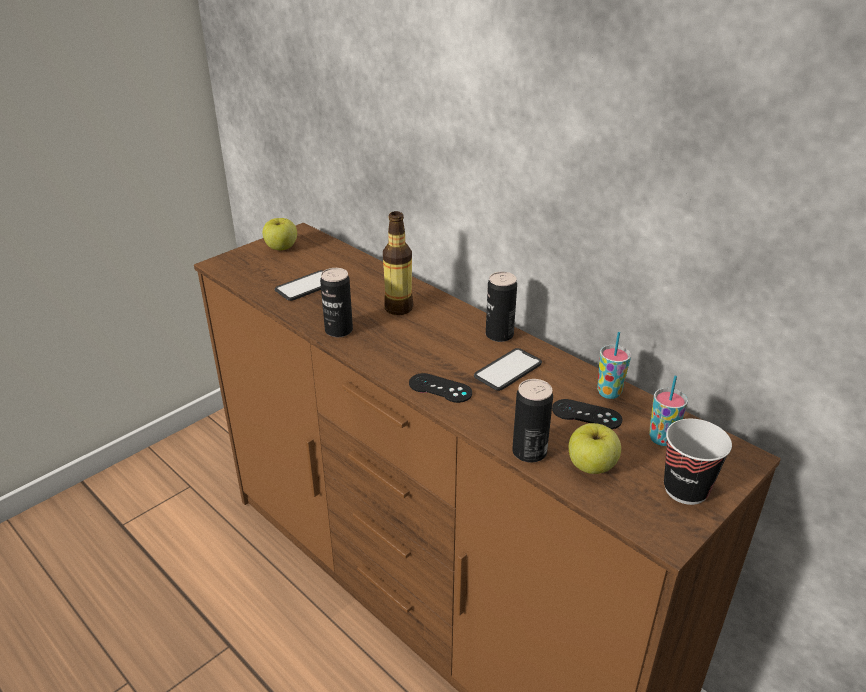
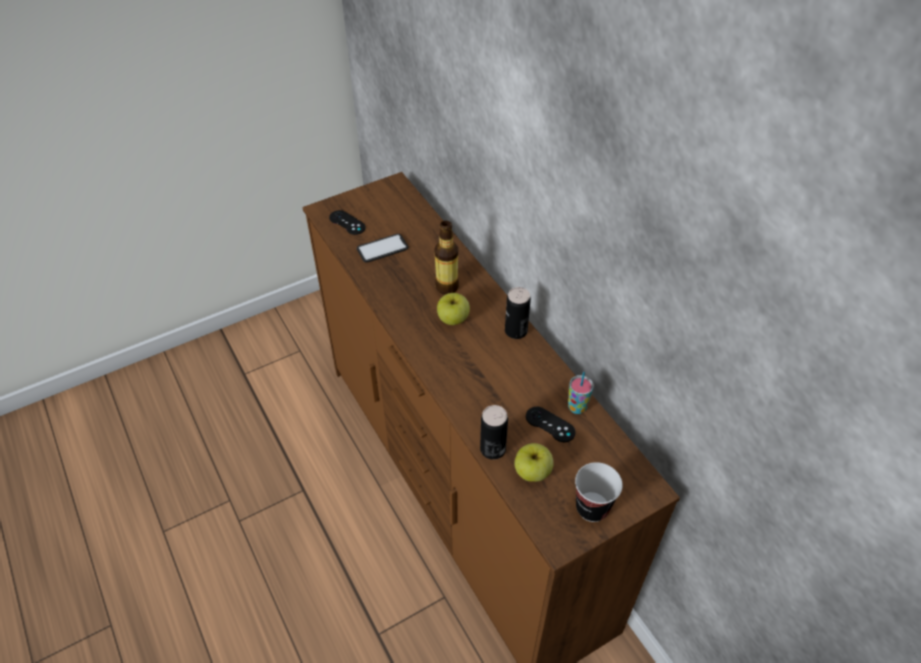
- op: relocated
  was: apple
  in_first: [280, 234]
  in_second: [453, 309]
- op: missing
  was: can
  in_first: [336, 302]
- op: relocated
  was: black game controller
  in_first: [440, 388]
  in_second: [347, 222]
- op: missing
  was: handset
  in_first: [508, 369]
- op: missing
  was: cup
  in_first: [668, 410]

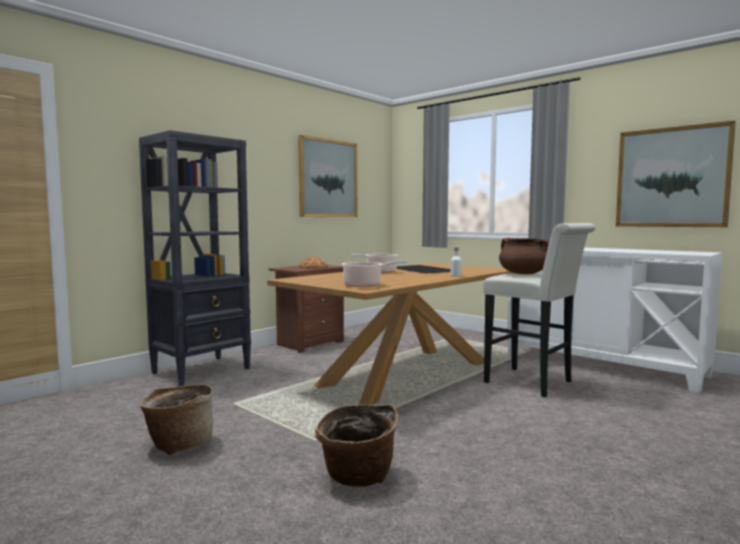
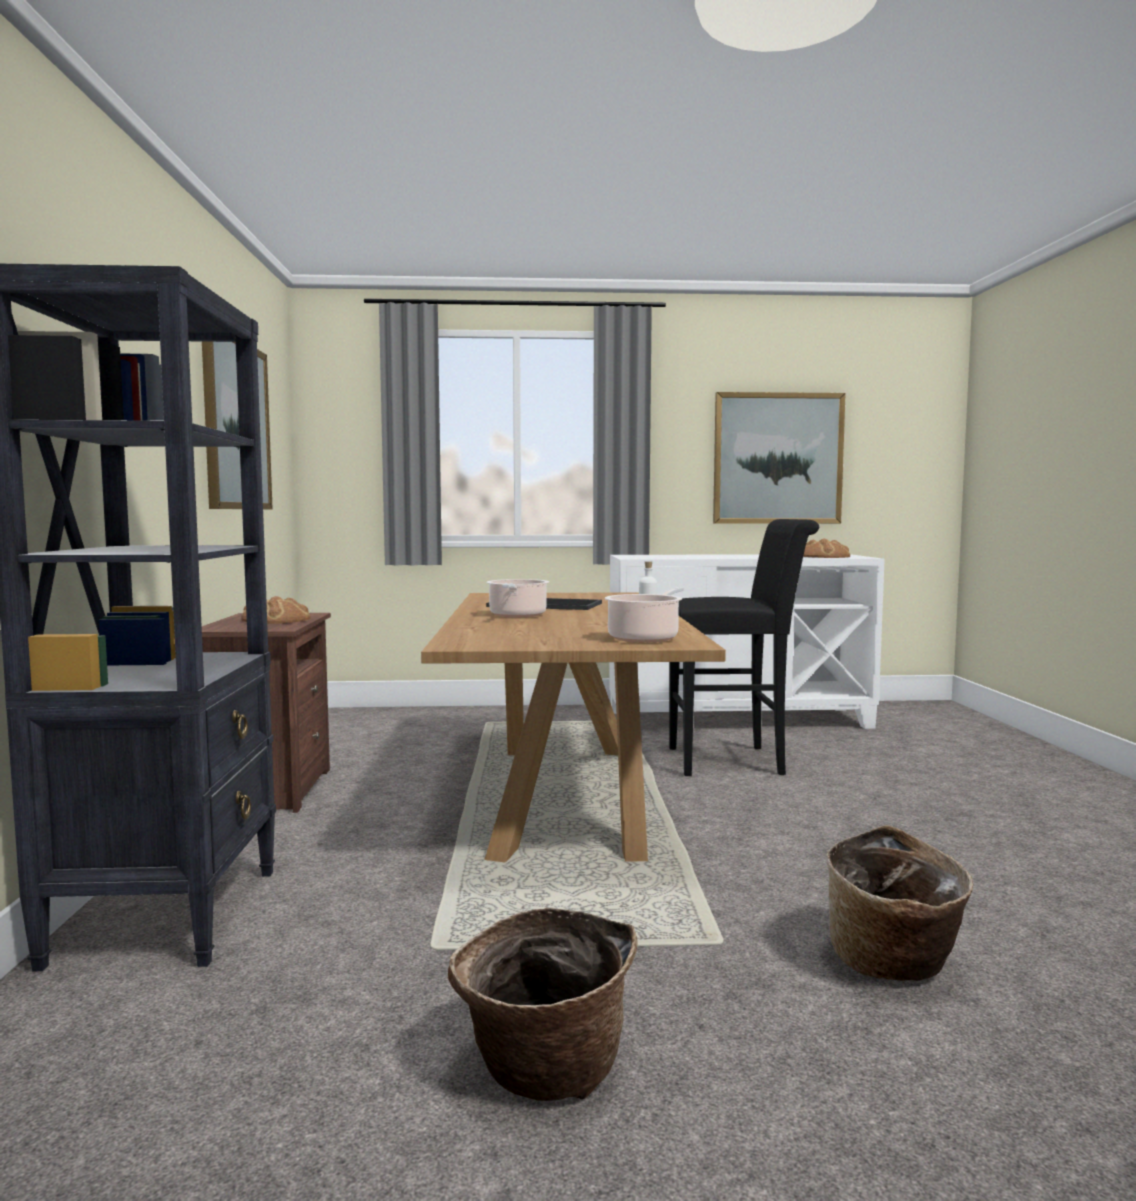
- op: colour
  was: whitish sitting stool
  now: black sitting stool
  in_first: [539, 310]
  in_second: [744, 647]
- op: missing
  was: brown saucepot
  in_first: [524, 256]
- op: appeared
  now: bakery bread
  in_second: [826, 548]

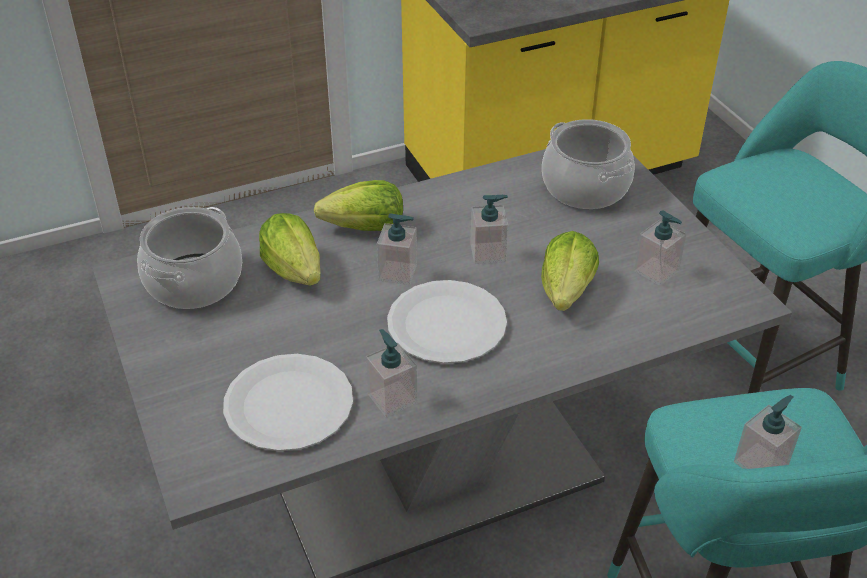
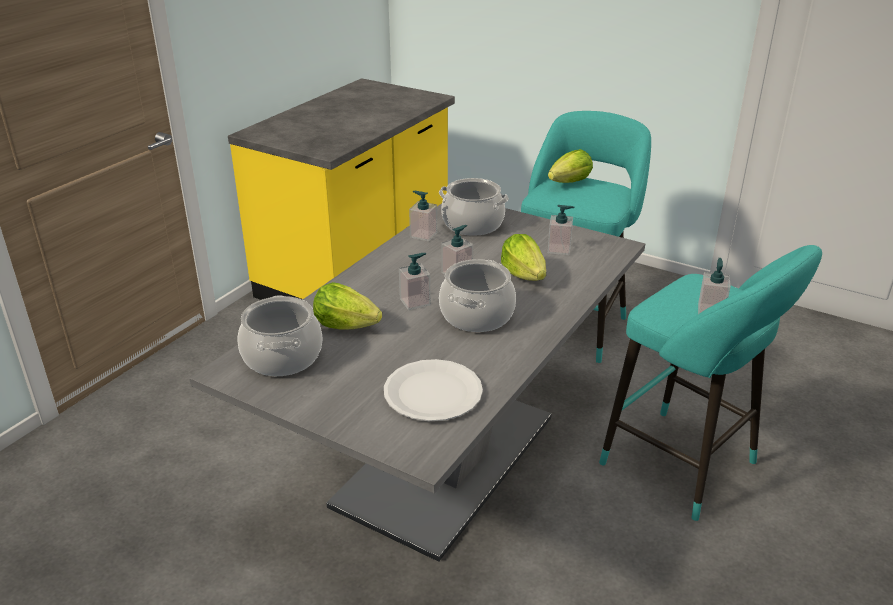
- op: relocated
  was: lettuce head
  in_first: [358, 205]
  in_second: [570, 166]
- op: relocated
  was: soap dispenser
  in_first: [391, 373]
  in_second: [423, 216]
- op: exchanged
  was: whitish plate
  now: saucepot
  in_first: [447, 322]
  in_second: [477, 295]

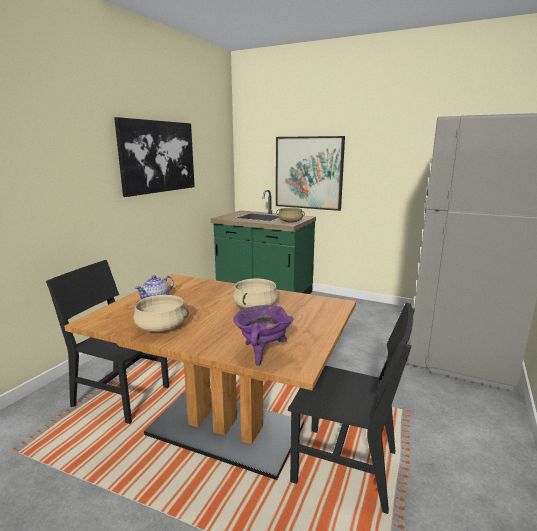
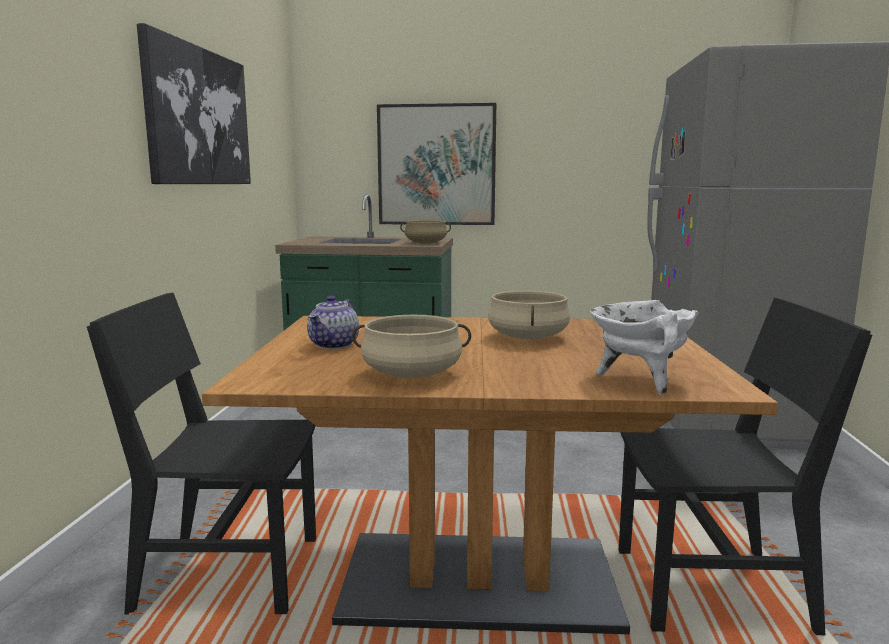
- op: colour
  was: purplish saucepot
  now: whitish saucepot
  in_first: [263, 335]
  in_second: [644, 347]

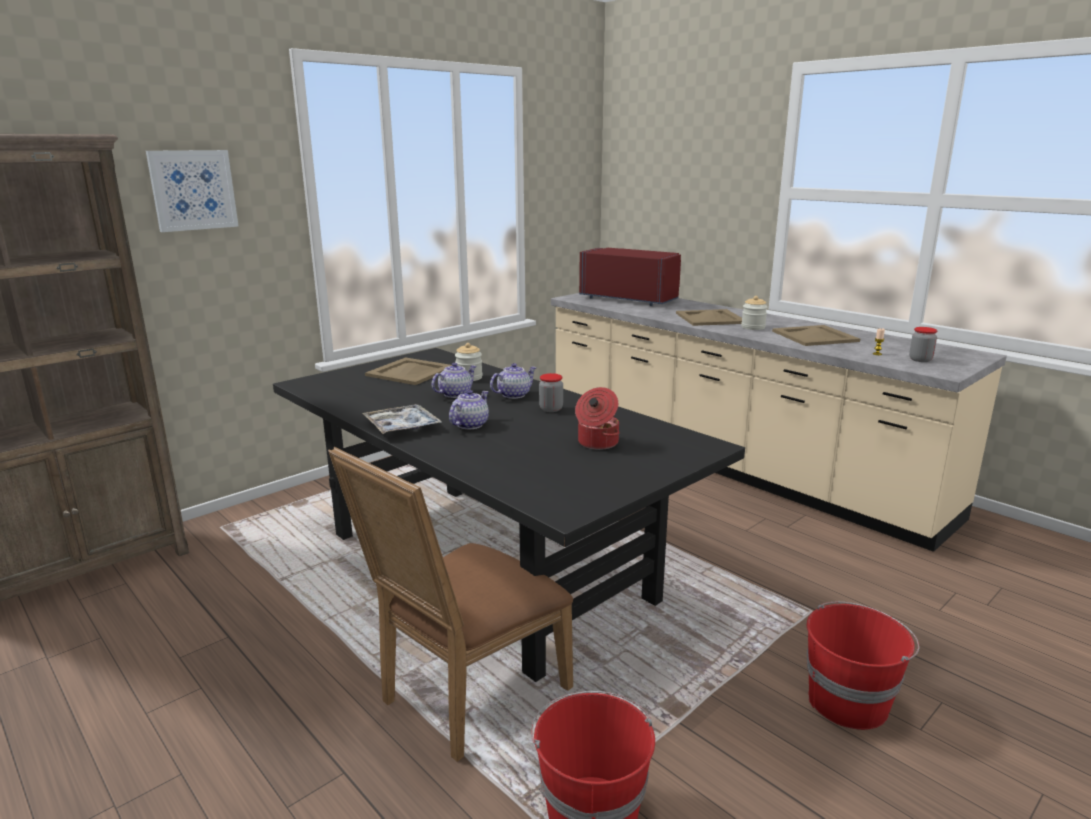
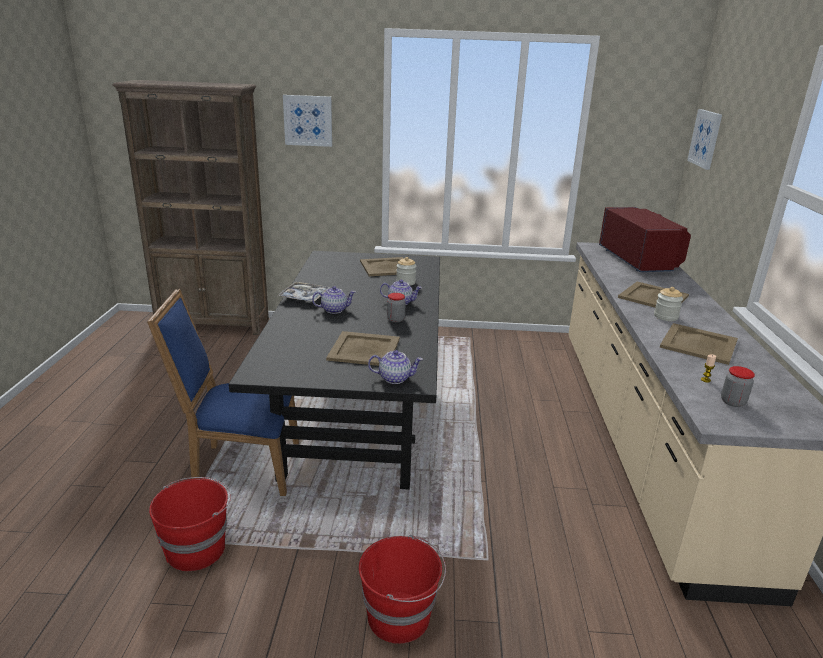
- op: colour
  was: brown upright chair
  now: blue-coloured upright chair
  in_first: [450, 604]
  in_second: [223, 392]
- op: relocated
  was: teapot
  in_first: [454, 380]
  in_second: [395, 367]
- op: exchanged
  was: saucepot
  now: beige tray
  in_first: [597, 418]
  in_second: [363, 348]
- op: appeared
  now: wall picture
  in_second: [704, 139]

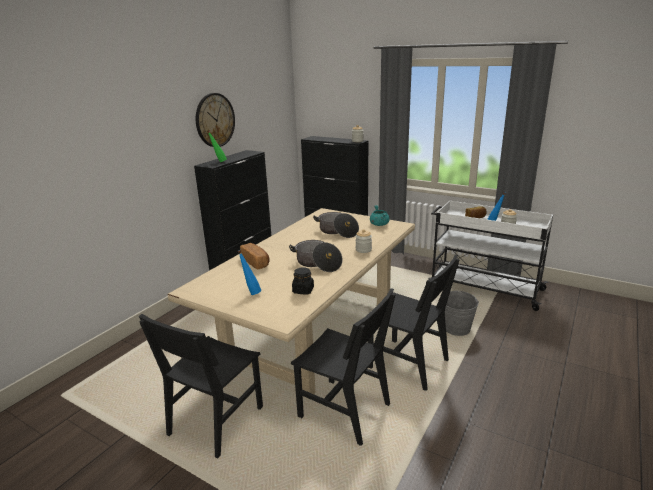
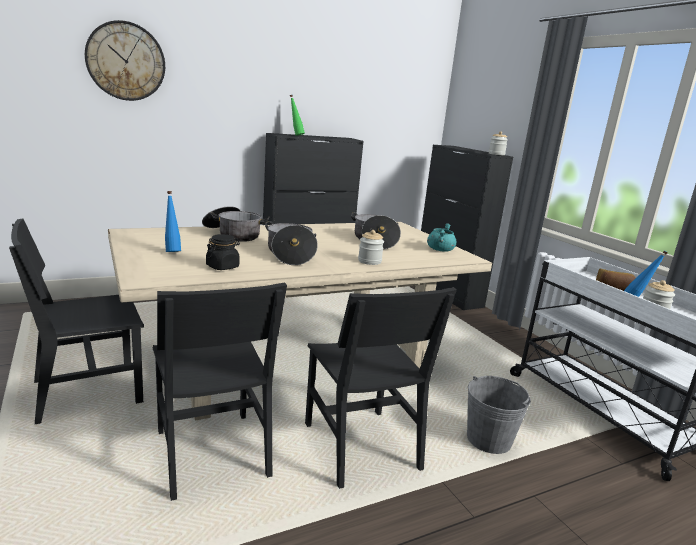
- op: relocated
  was: clock on the wall
  in_first: [215, 120]
  in_second: [125, 60]
- op: exchanged
  was: bakery bread
  now: saucepot
  in_first: [255, 256]
  in_second: [236, 224]

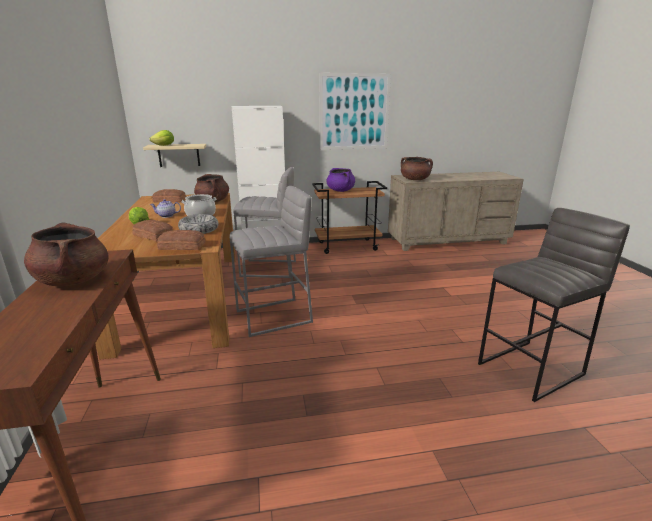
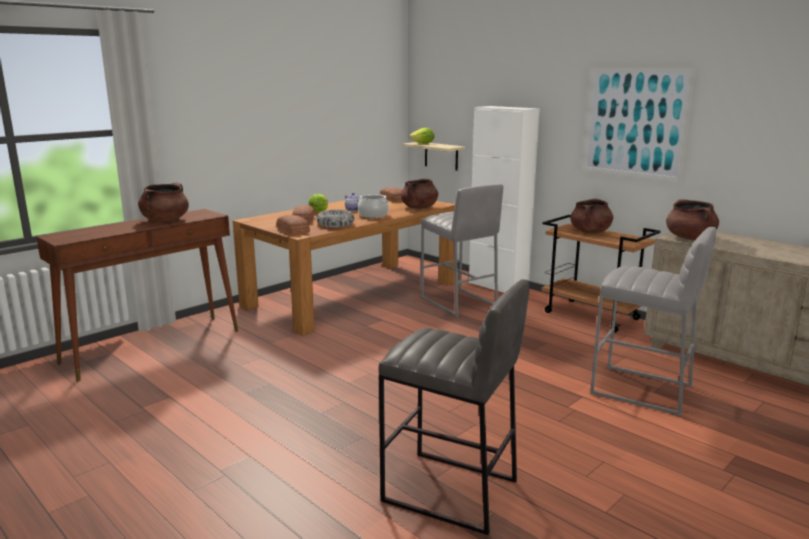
- op: relocated
  was: gray sitting stool
  in_first: [271, 261]
  in_second: [653, 321]
- op: colour
  was: purplish saucepot
  now: brown saucepot
  in_first: [341, 180]
  in_second: [591, 216]

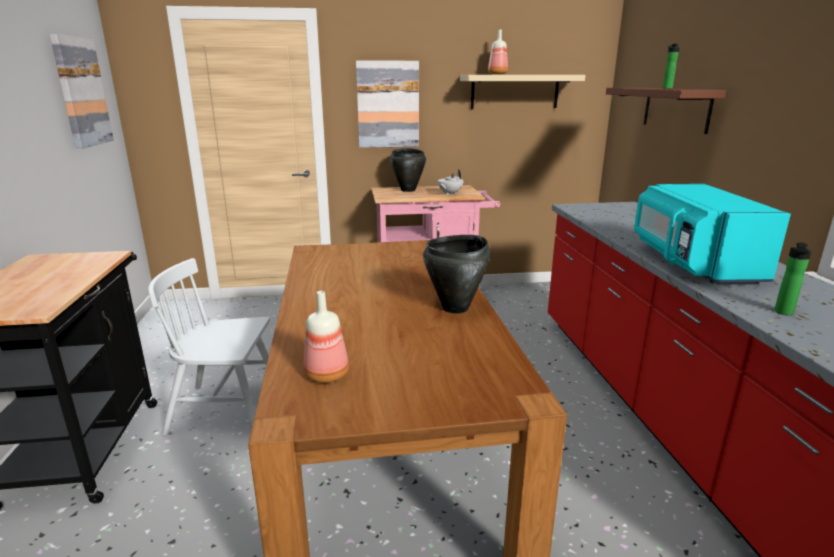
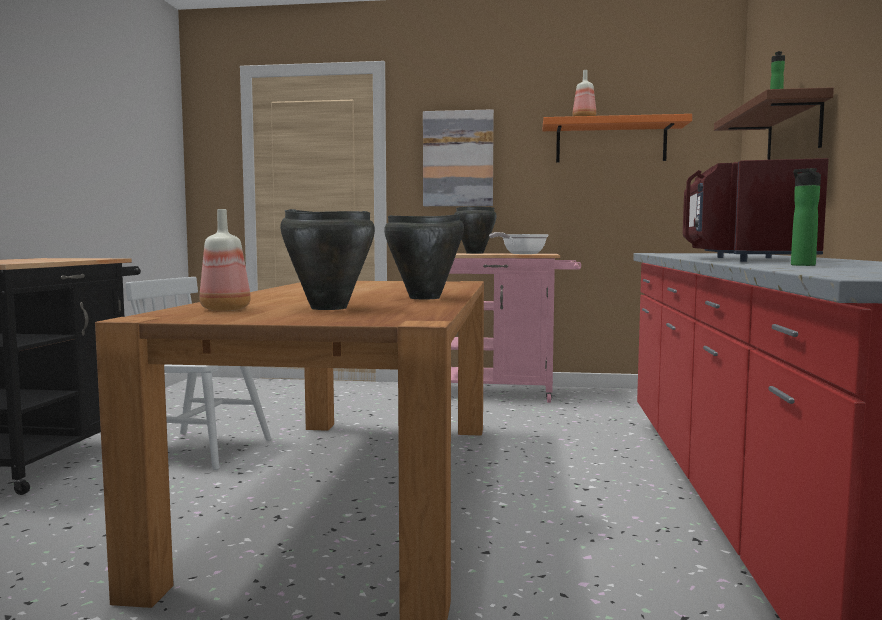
- op: missing
  was: wall picture
  in_first: [82, 91]
- op: exchanged
  was: whitish teapot
  now: frying pan
  in_first: [451, 182]
  in_second: [519, 243]
- op: colour
  was: beige bracket shelf
  now: orangey bracket shelf
  in_first: [522, 92]
  in_second: [617, 138]
- op: colour
  was: blue-green microwave oven
  now: red microwave oven
  in_first: [712, 233]
  in_second: [755, 210]
- op: appeared
  now: black saucepot
  in_second: [327, 259]

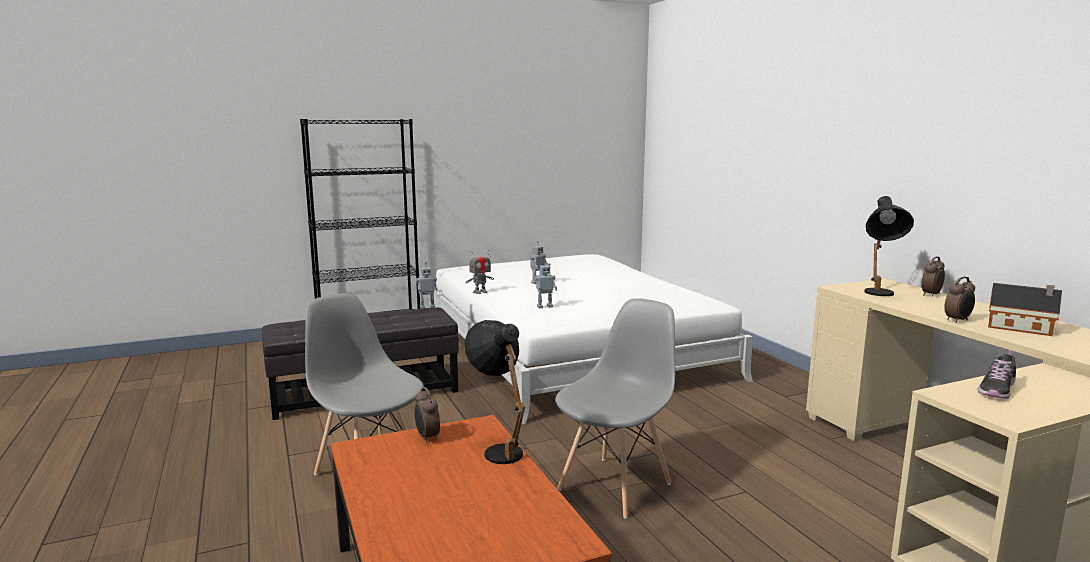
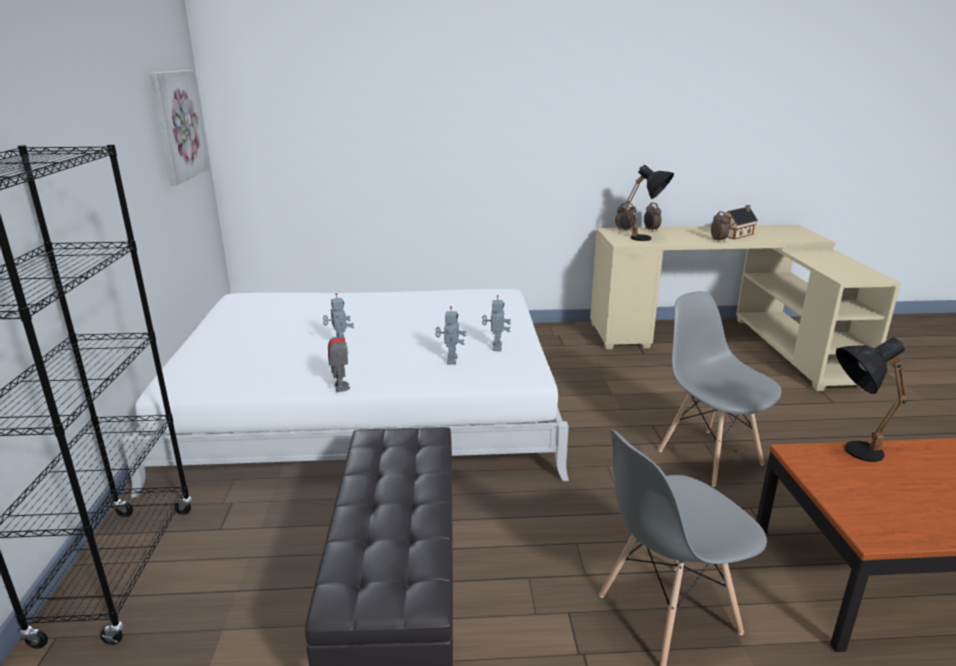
- op: relocated
  was: table clock
  in_first: [427, 415]
  in_second: [626, 217]
- op: relocated
  was: model robot
  in_first: [426, 285]
  in_second: [496, 323]
- op: missing
  was: item of footwear
  in_first: [997, 375]
- op: appeared
  now: wall picture
  in_second: [180, 128]

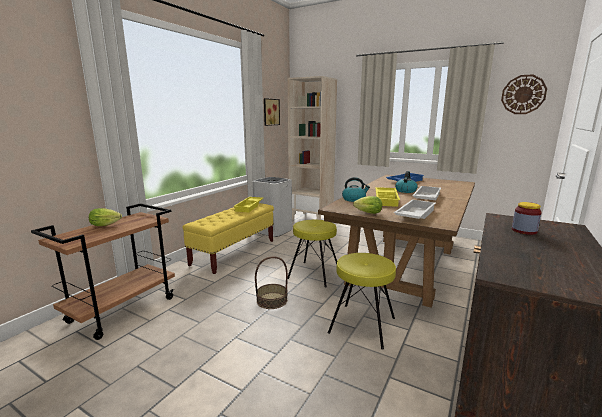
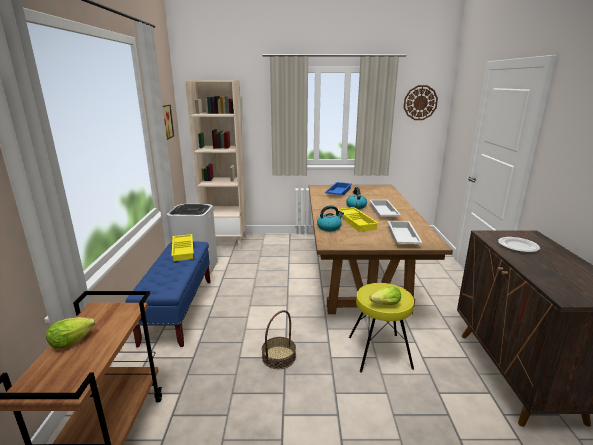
- op: colour
  was: yellow bench
  now: blue-coloured bench
  in_first: [228, 238]
  in_second: [168, 294]
- op: missing
  was: yellow sitting stool
  in_first: [312, 253]
- op: relocated
  was: lettuce head
  in_first: [367, 205]
  in_second: [385, 295]
- op: exchanged
  was: jar
  now: plate
  in_first: [527, 218]
  in_second: [519, 244]

